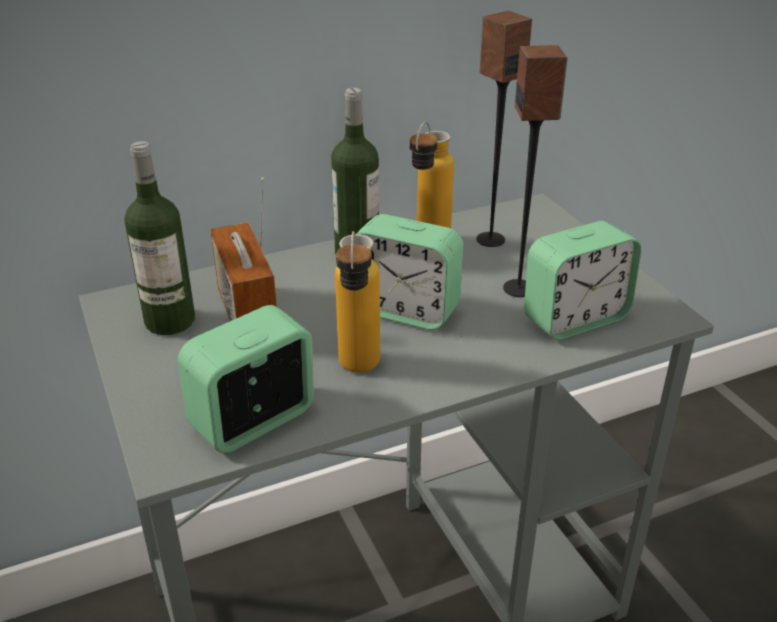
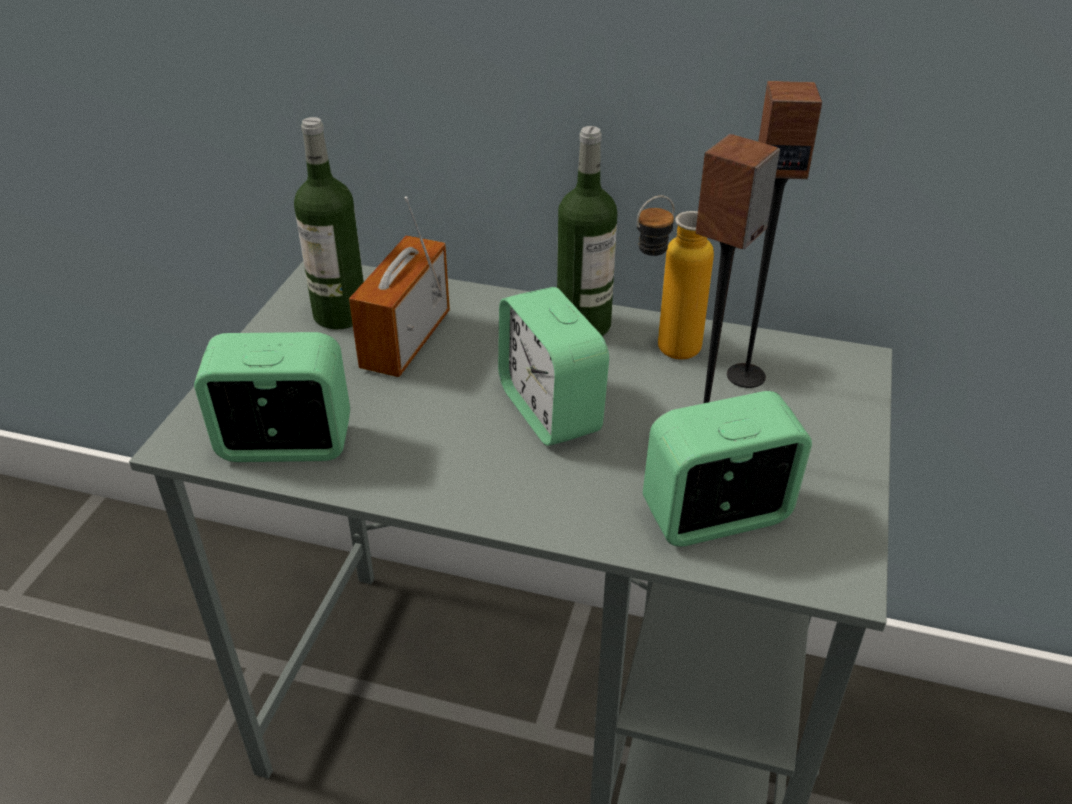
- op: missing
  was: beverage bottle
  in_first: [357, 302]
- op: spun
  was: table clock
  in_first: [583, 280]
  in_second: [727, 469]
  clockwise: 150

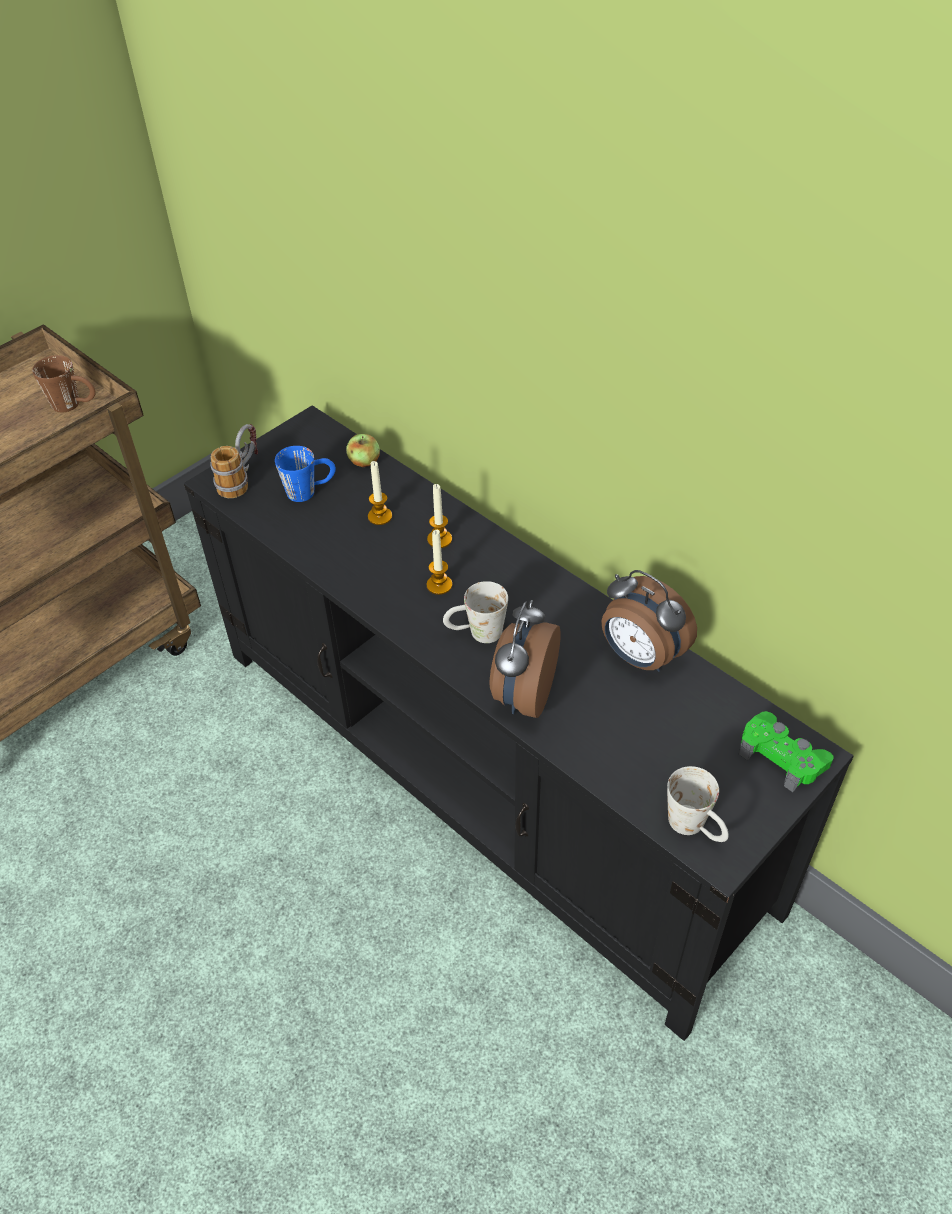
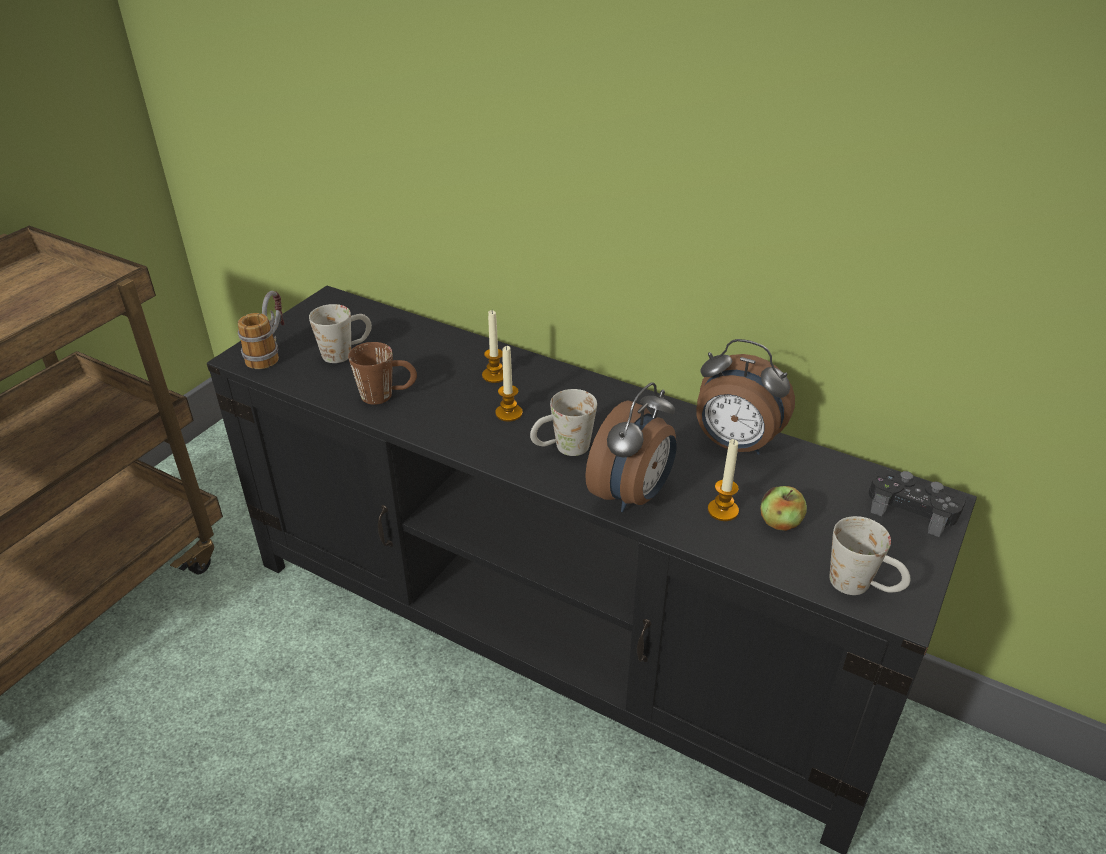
- op: relocated
  was: brown coffee mug
  in_first: [64, 383]
  in_second: [382, 373]
- op: colour
  was: blue-coloured coffee mug
  now: whitish coffee mug
  in_first: [305, 474]
  in_second: [340, 333]
- op: relocated
  was: apple
  in_first: [363, 450]
  in_second: [783, 508]
- op: relocated
  was: wax light
  in_first: [380, 493]
  in_second: [723, 480]
- op: spun
  was: table clock
  in_first: [525, 659]
  in_second: [631, 447]
  clockwise: -150
- op: colour
  was: green game controller
  now: black game controller
  in_first: [786, 751]
  in_second: [918, 502]

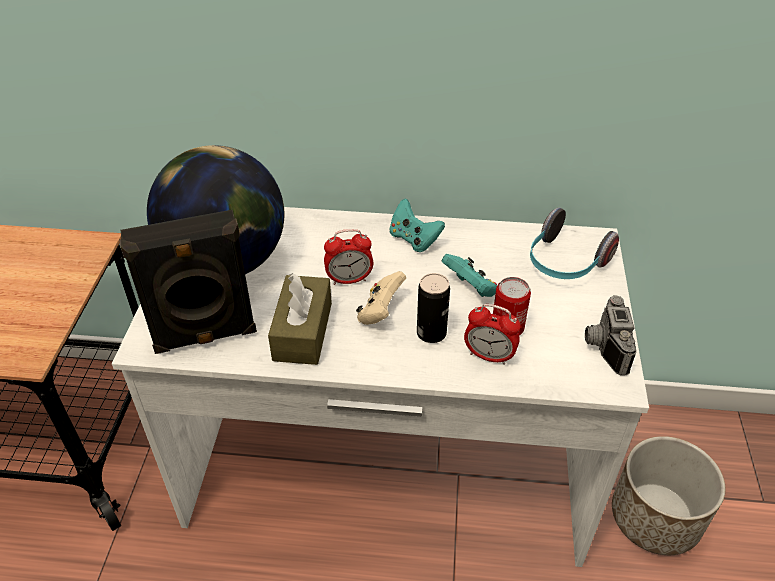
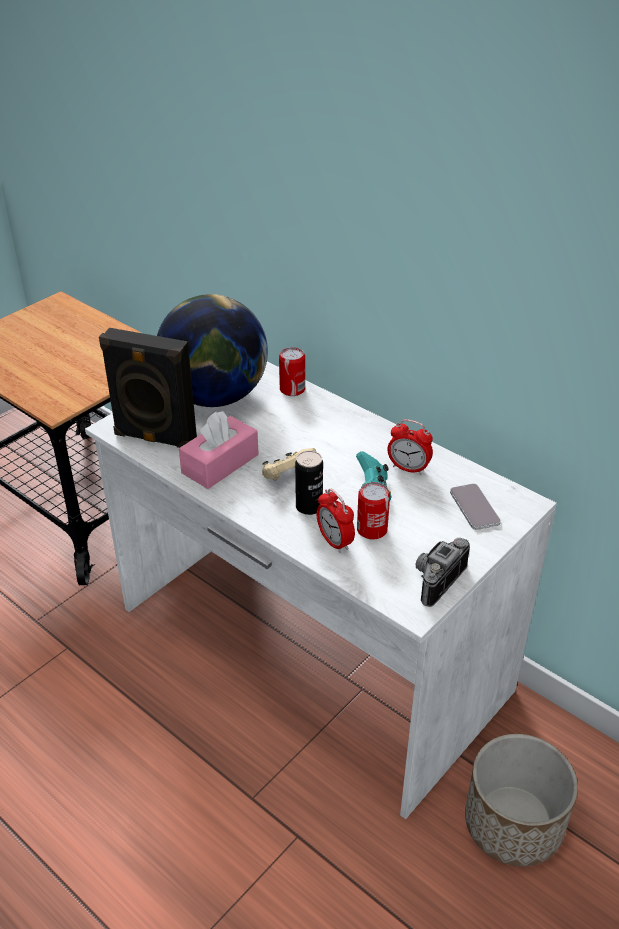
- op: colour
  was: brown tissue holder
  now: pink tissue holder
  in_first: [300, 319]
  in_second: [219, 450]
- op: relocated
  was: table clock
  in_first: [348, 257]
  in_second: [410, 447]
- op: missing
  was: blue-green game controller
  in_first: [417, 225]
- op: exchanged
  was: headphones
  now: handset
  in_first: [574, 243]
  in_second: [475, 506]
- op: appeared
  now: can
  in_second: [292, 371]

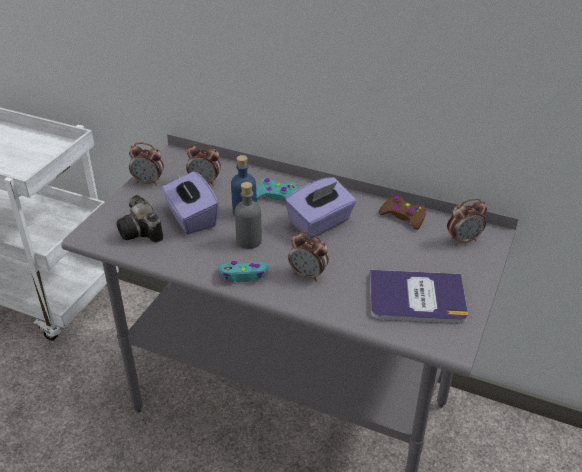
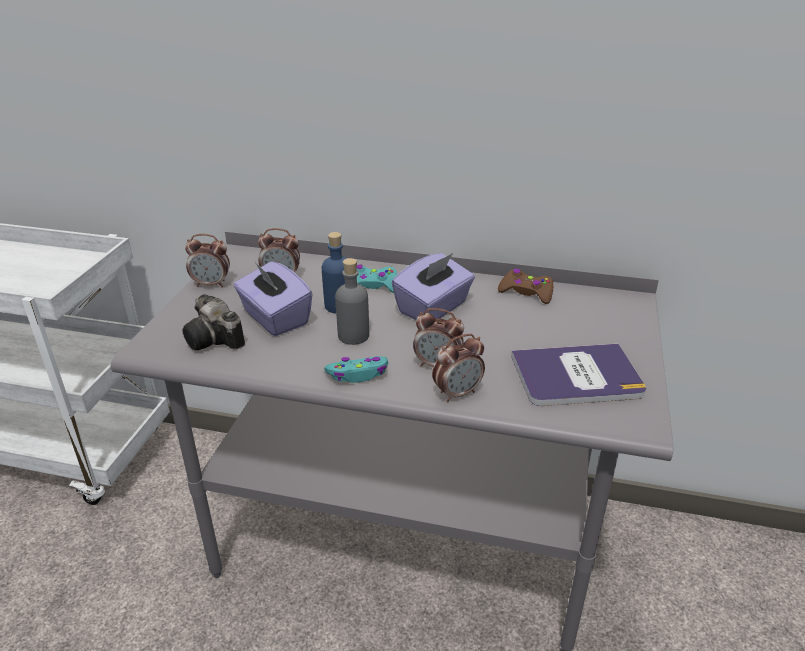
- op: relocated
  was: table clock
  in_first: [467, 221]
  in_second: [458, 368]

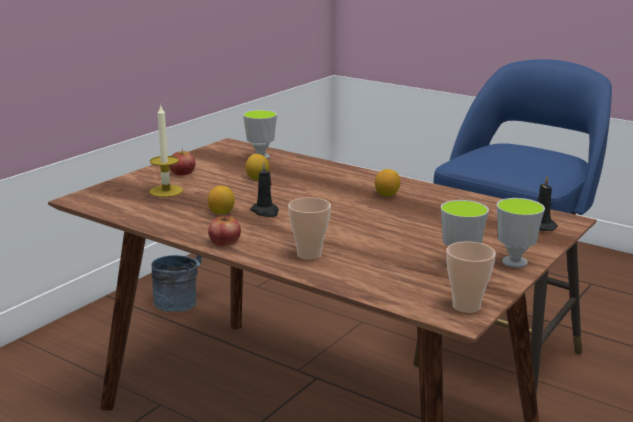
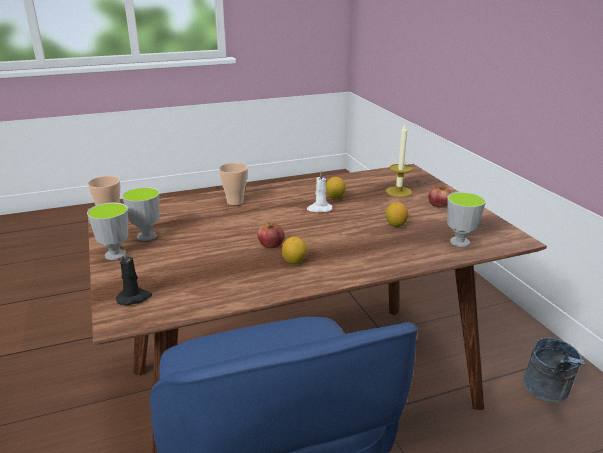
- op: relocated
  was: apple
  in_first: [224, 230]
  in_second: [271, 235]
- op: colour
  was: black wax light
  now: whitish wax light
  in_first: [264, 189]
  in_second: [319, 191]

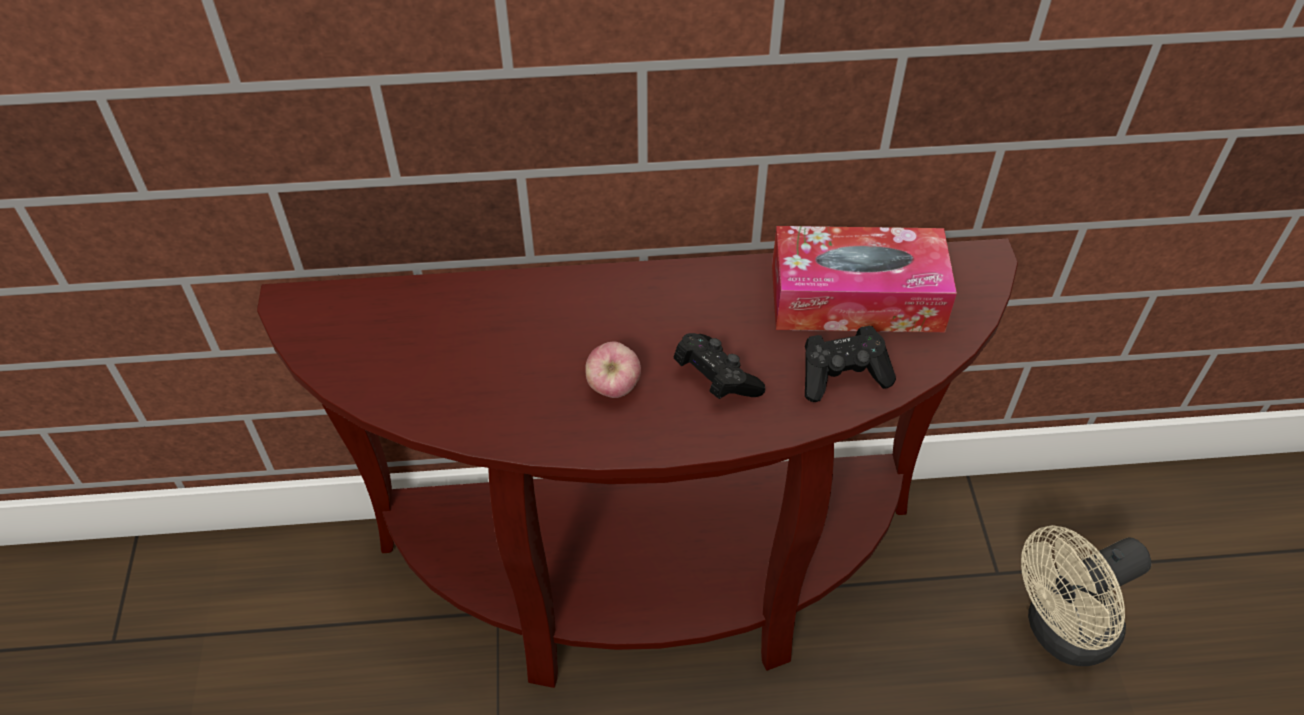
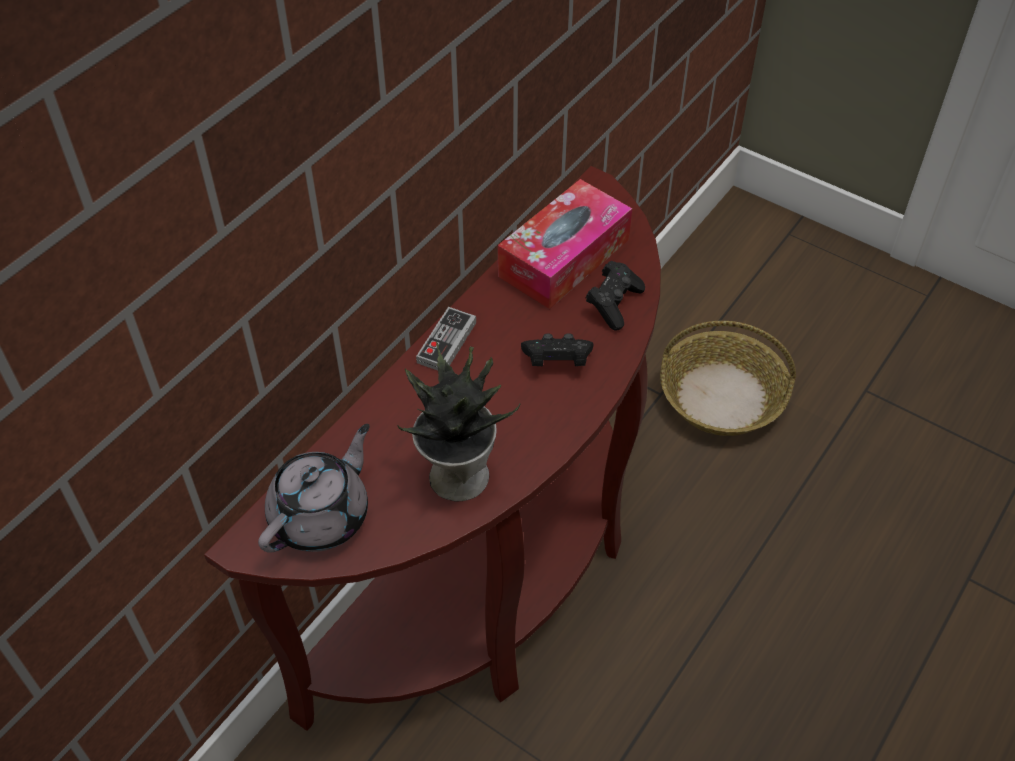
- op: missing
  was: apple
  in_first: [613, 370]
- op: exchanged
  was: beige cooling fan
  now: basket
  in_first: [1086, 595]
  in_second: [728, 378]
- op: appeared
  now: gray teapot
  in_second: [314, 488]
- op: appeared
  now: houseplant
  in_second: [458, 421]
- op: appeared
  now: game controller
  in_second: [446, 338]

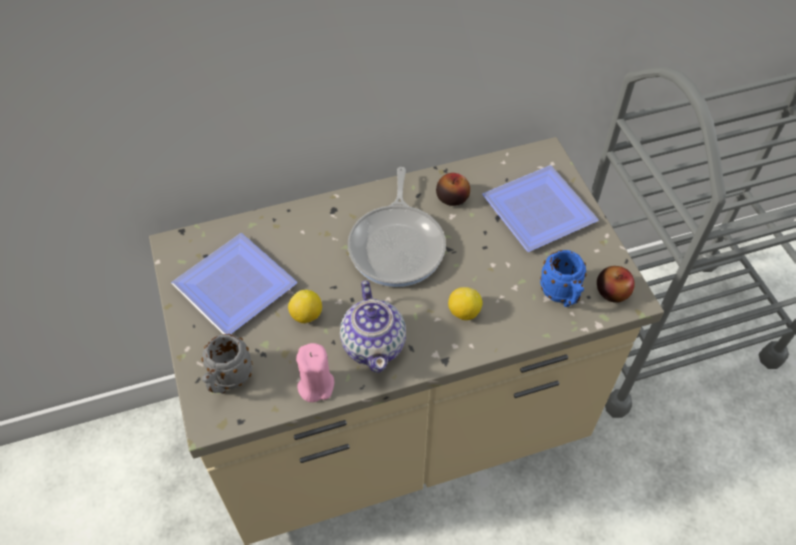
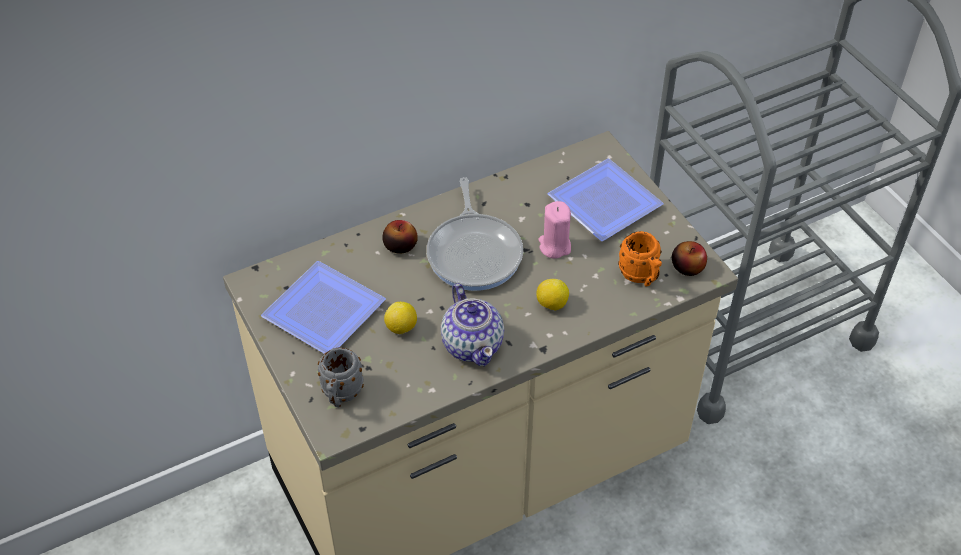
- op: relocated
  was: pink wax light
  in_first: [315, 372]
  in_second: [554, 230]
- op: relocated
  was: apple
  in_first: [453, 189]
  in_second: [400, 237]
- op: colour
  was: blue-coloured coffee mug
  now: orangey coffee mug
  in_first: [563, 278]
  in_second: [640, 258]

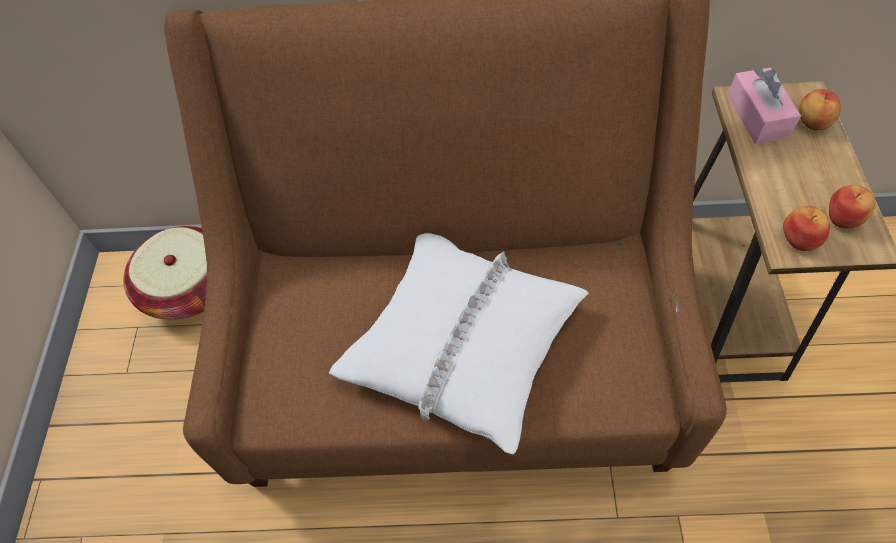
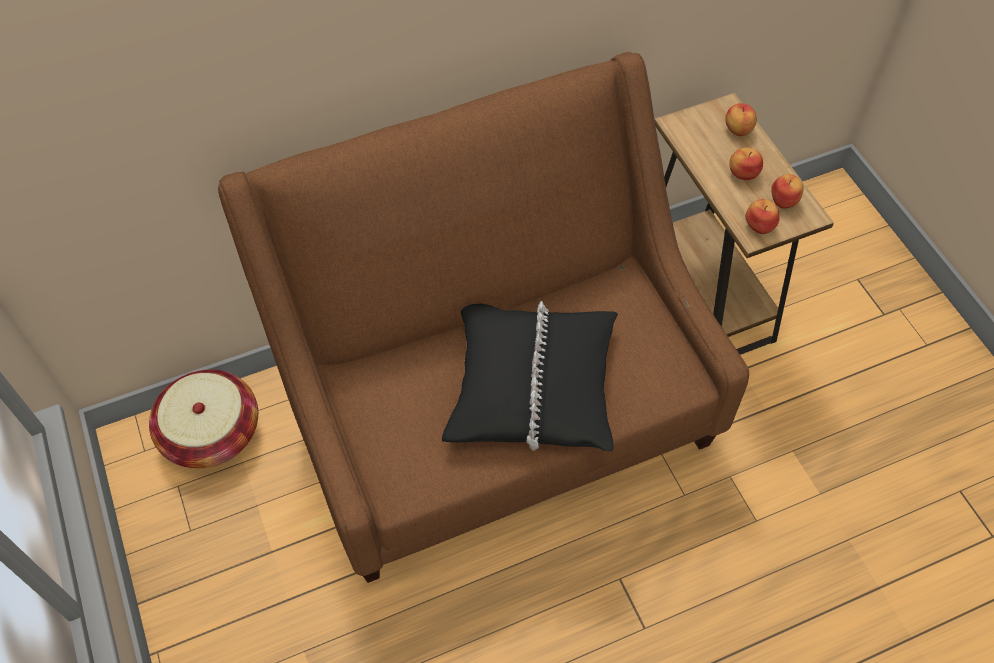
- op: colour
  was: whitish pillow
  now: black pillow
  in_first: [459, 343]
  in_second: [530, 376]
- op: missing
  was: pink tissue holder
  in_first: [764, 105]
- op: appeared
  now: apple
  in_second: [746, 163]

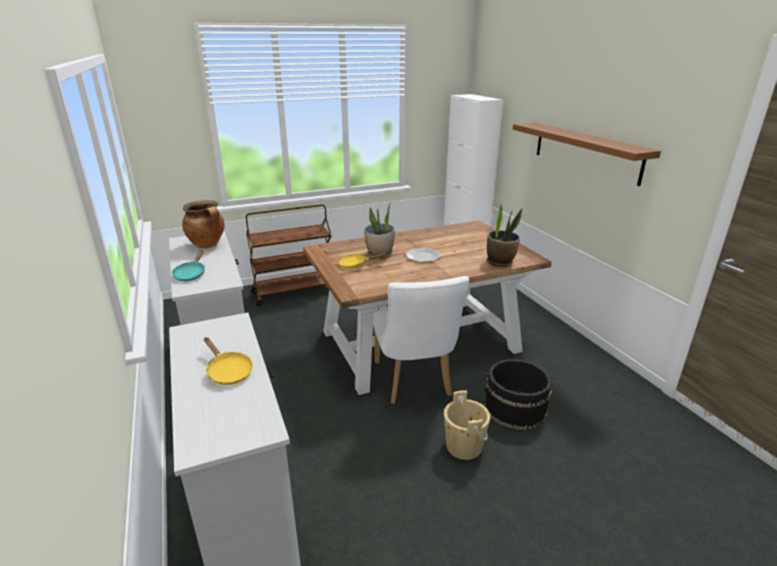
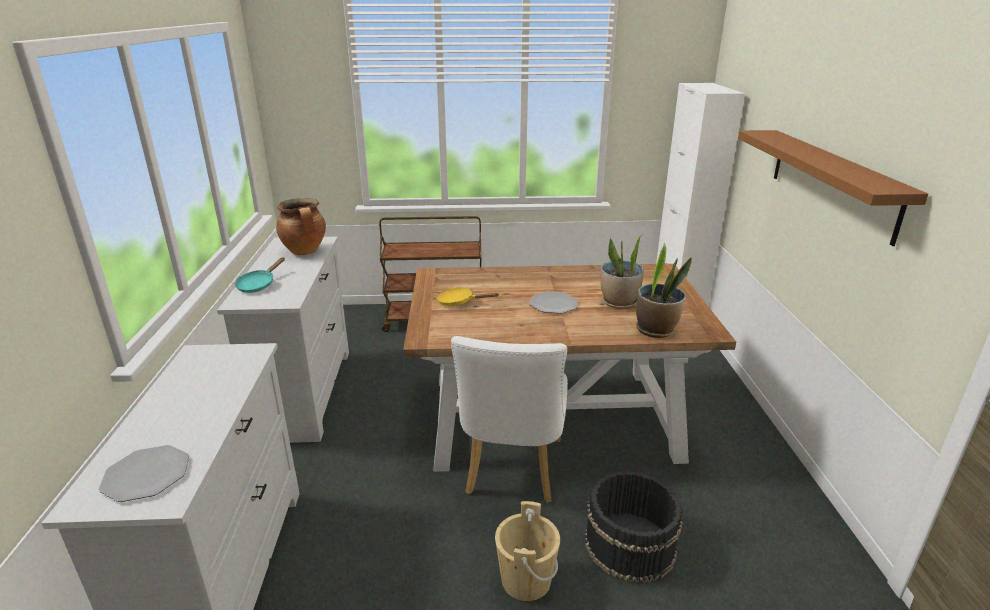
- op: missing
  was: yellow frying pan
  in_first: [228, 361]
- op: relocated
  was: houseplant
  in_first: [379, 231]
  in_second: [622, 271]
- op: appeared
  now: plate
  in_second: [144, 473]

